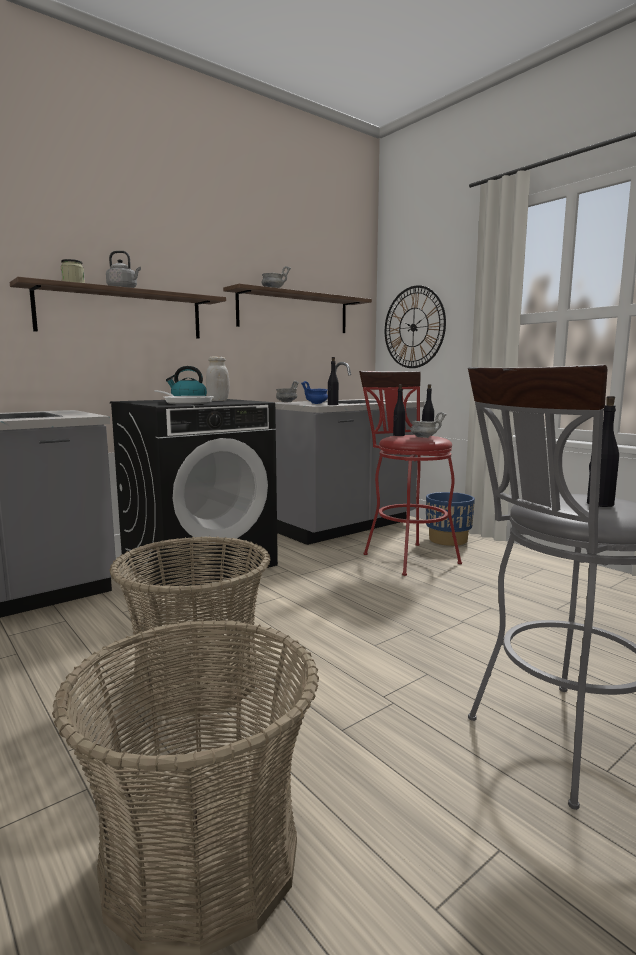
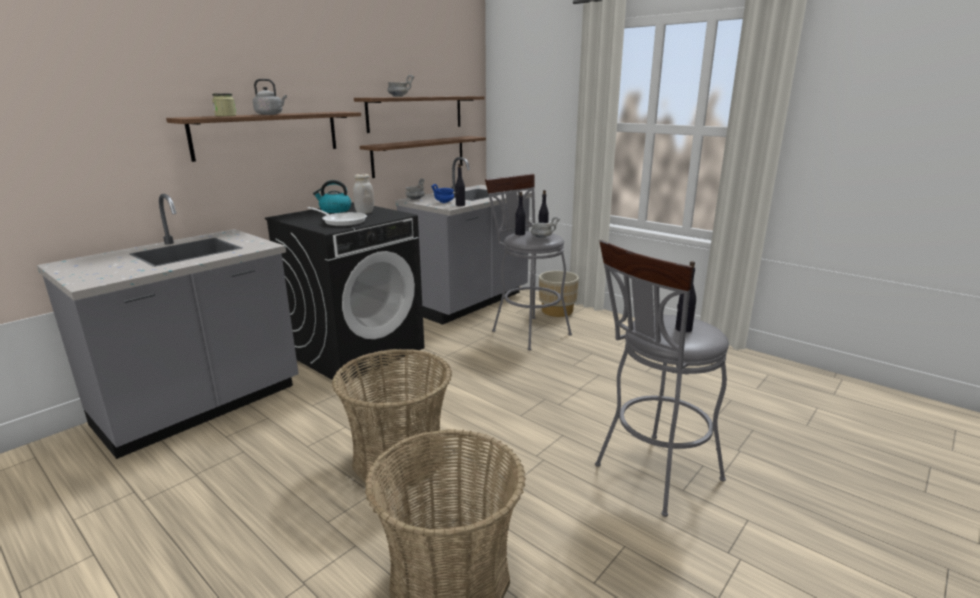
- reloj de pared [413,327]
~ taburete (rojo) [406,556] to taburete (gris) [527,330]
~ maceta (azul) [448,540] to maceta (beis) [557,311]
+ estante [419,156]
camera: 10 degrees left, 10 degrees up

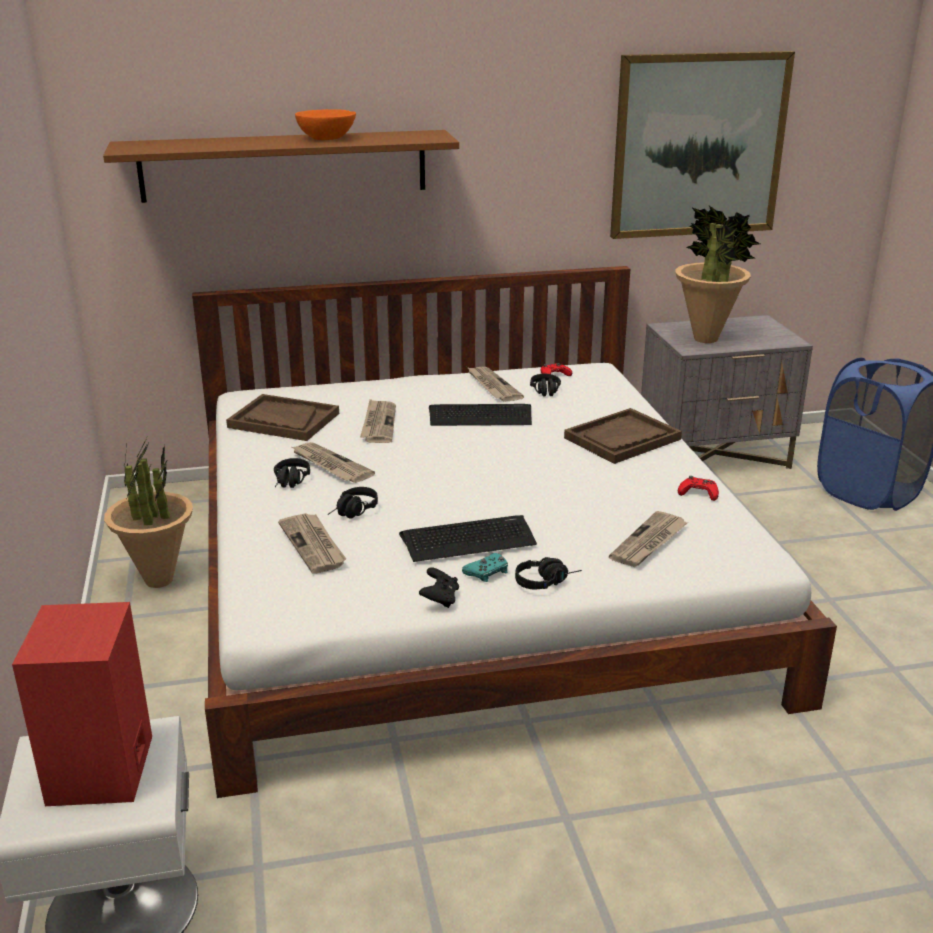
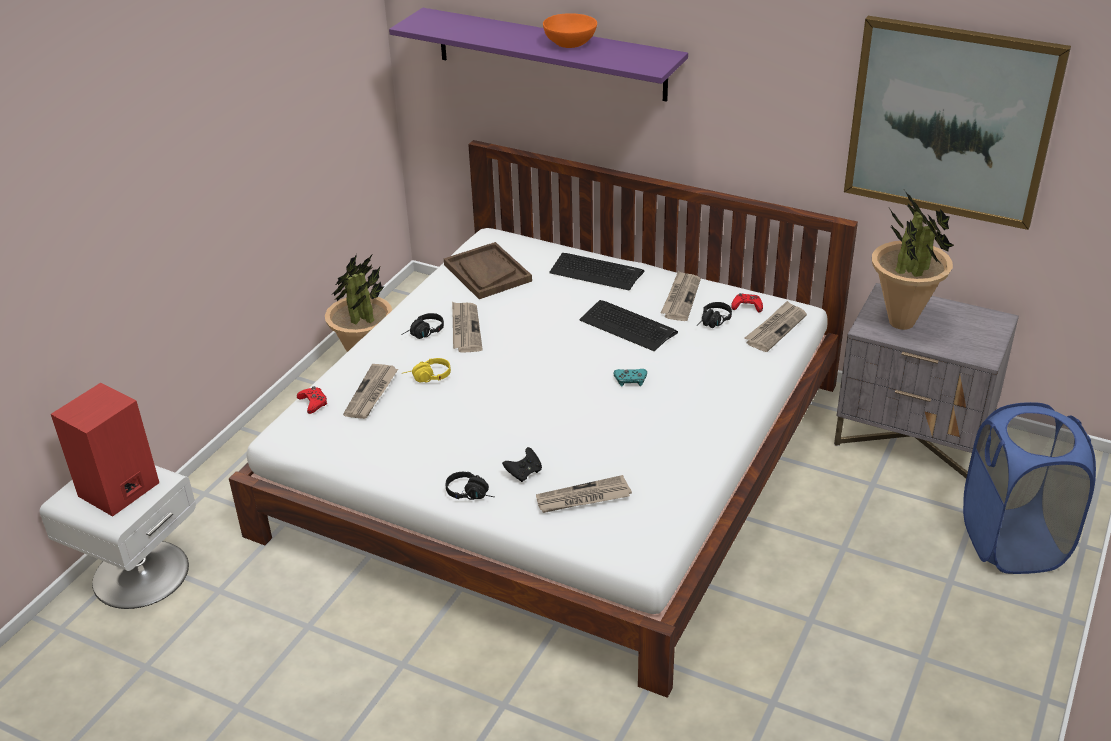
~ estante (marrón) [284,165] to estante (morado) [550,54]
~ periódico [378,424] to [775,328]
- bandeja (marrón) [622,439]
~ mando de consola (rojo) [698,493] to [313,403]
~ auriculares (negro) [353,512] to auriculares (amarillo) [427,378]
~ teclado [468,540] to [596,272]
~ mando de consola (turquesa) [487,572] to [630,380]
~ mando de consola (negro) [440,599] to [524,473]
camera: 40 degrees right, 10 degrees up

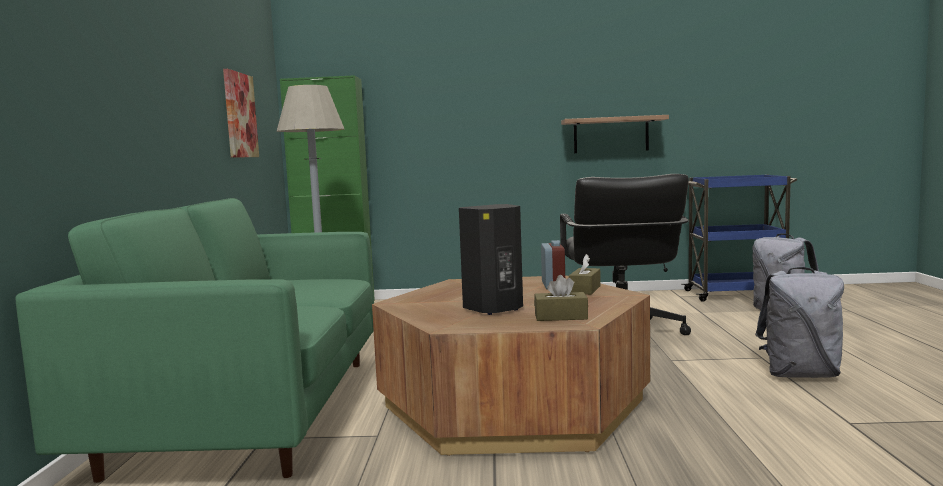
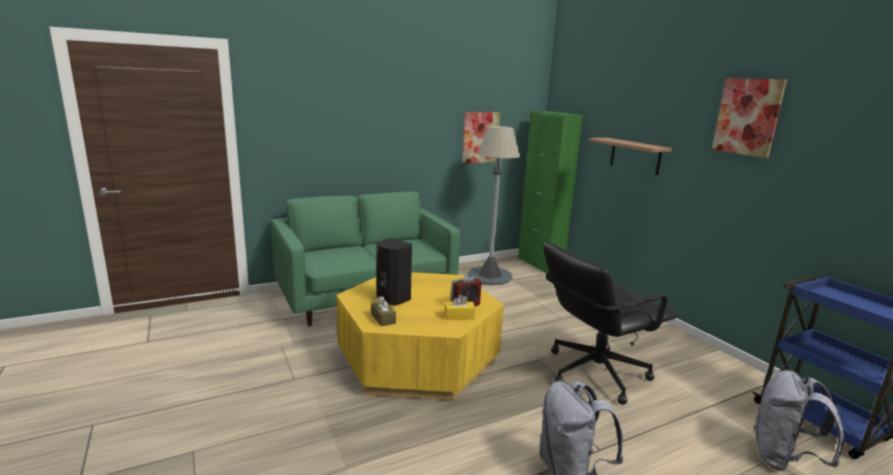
~ estante [611,135] to [635,156]
~ caja de pañuelos (marrón) [585,290] to caja de pañuelos (amarillo) [459,316]
~ mesa de centro (marrón) [513,404] to mesa de centro (amarillo) [418,358]
+ cuadro [748,117]
camera: 60 degrees right, 10 degrees up

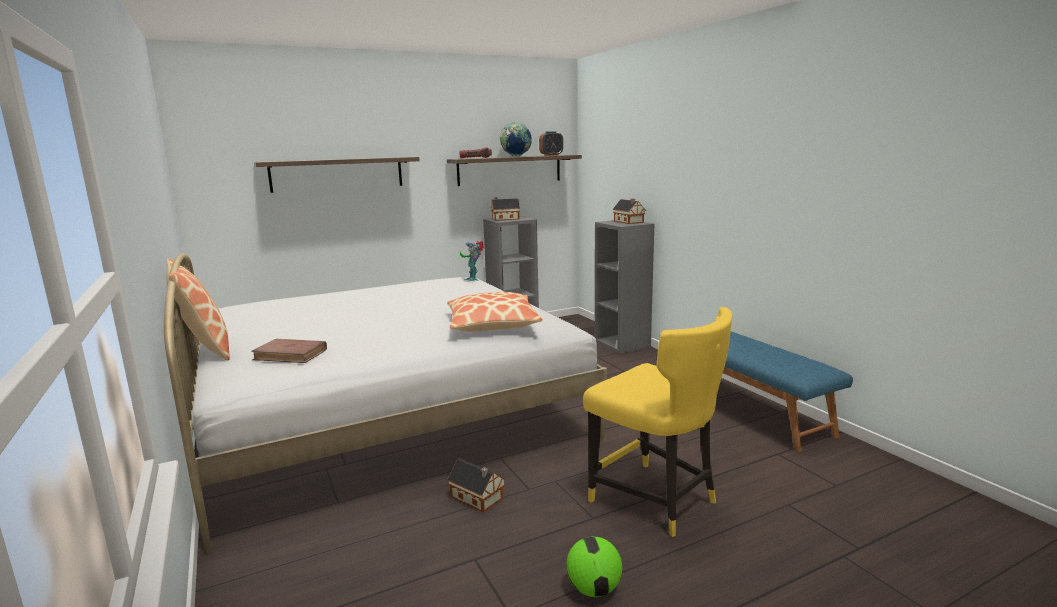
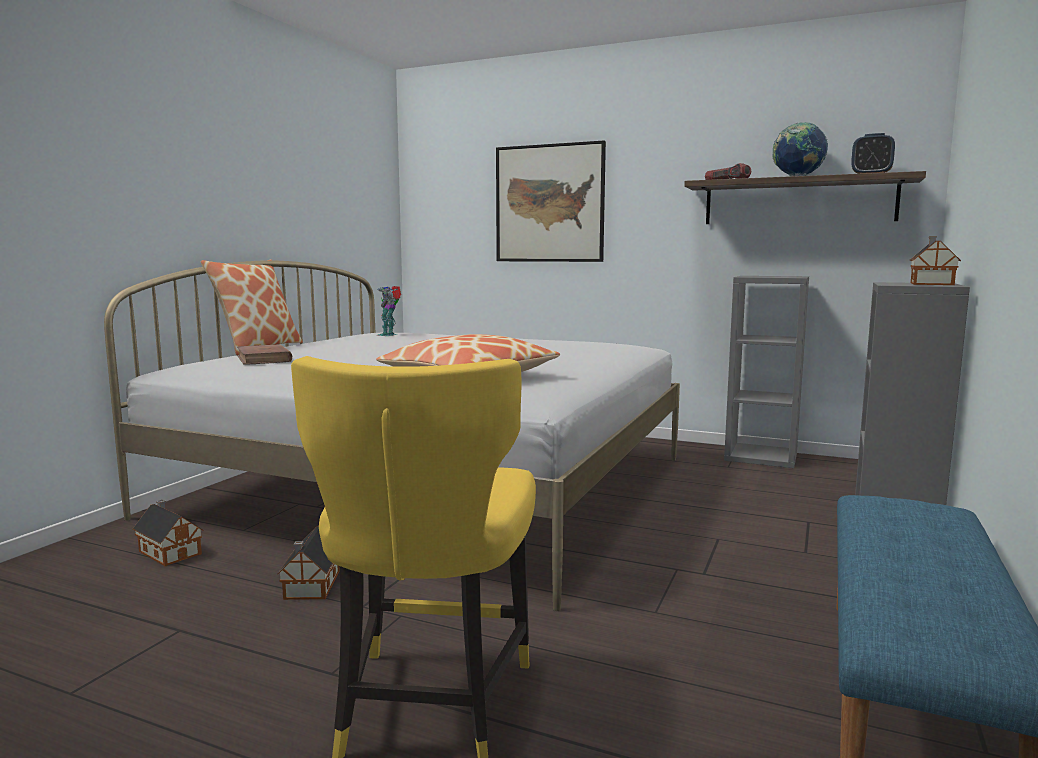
~ estante [337,174] to cuadro [549,203]
~ casita [504,219] to [169,552]
~ robot de juguete [473,279] to [389,335]
- balón de fútbol [594,589]
camera: 50 degrees right, 5 degrees down

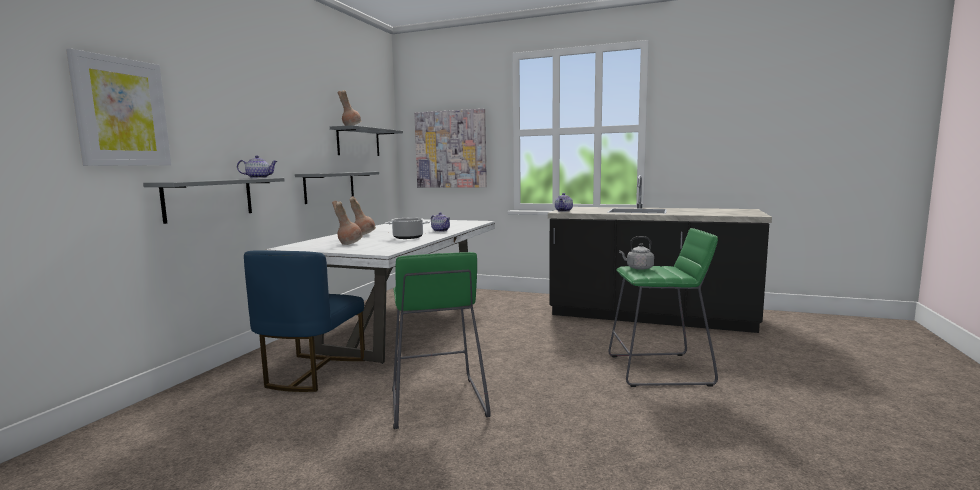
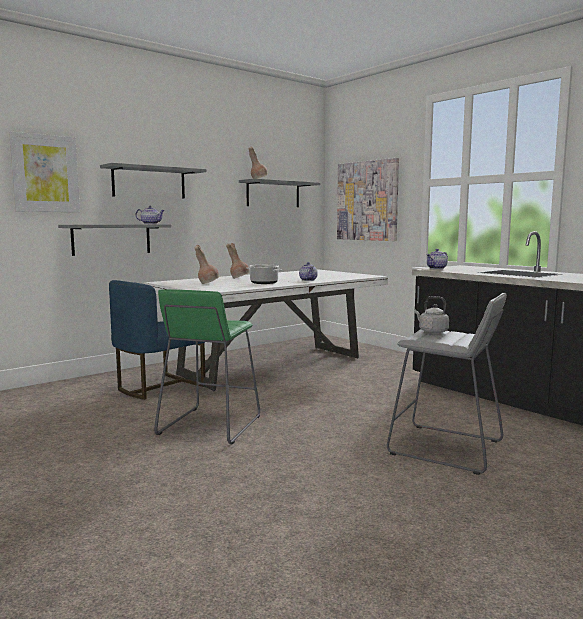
~ estante (gris) [329,187] to [149,182]
~ taburete (verde) [659,370] to taburete (gris) [446,448]
camera: 30 degrees right, 0 degrees up

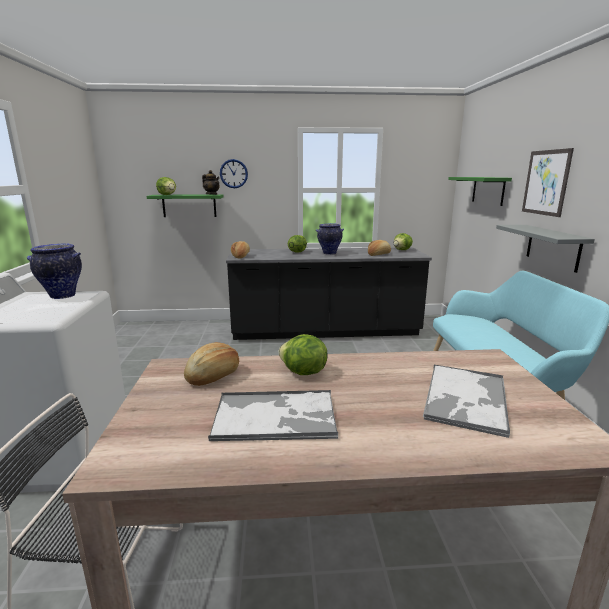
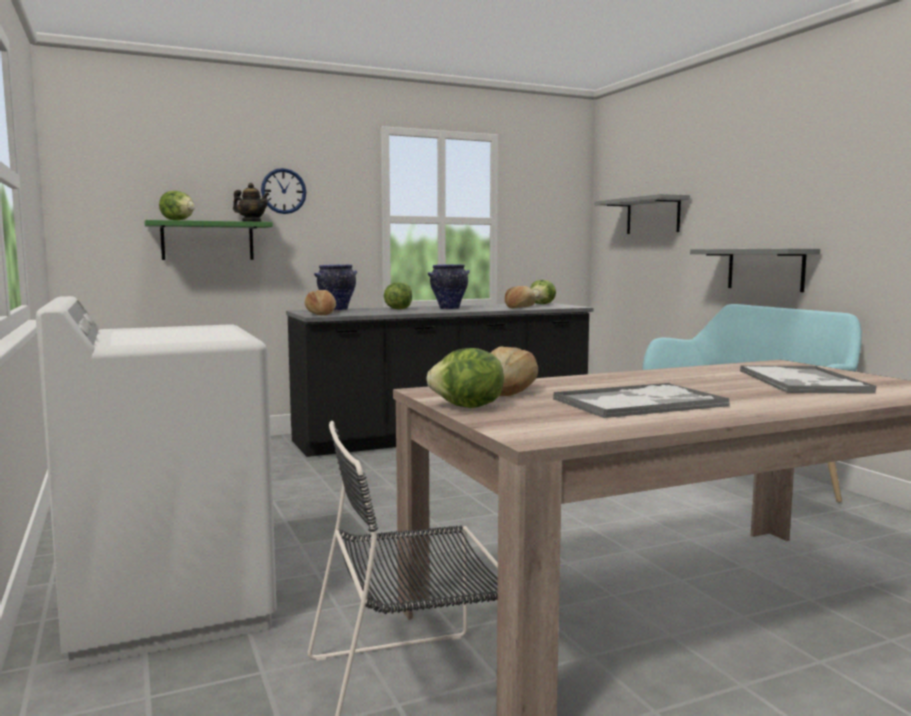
- cuadro [546,182]
~ estante (verde) [488,190] to estante (gris) [653,216]
~ florero [62,296] to [336,310]
~ lechuga [303,372] to [467,407]
camera: 20 degrees left, 10 degrees down

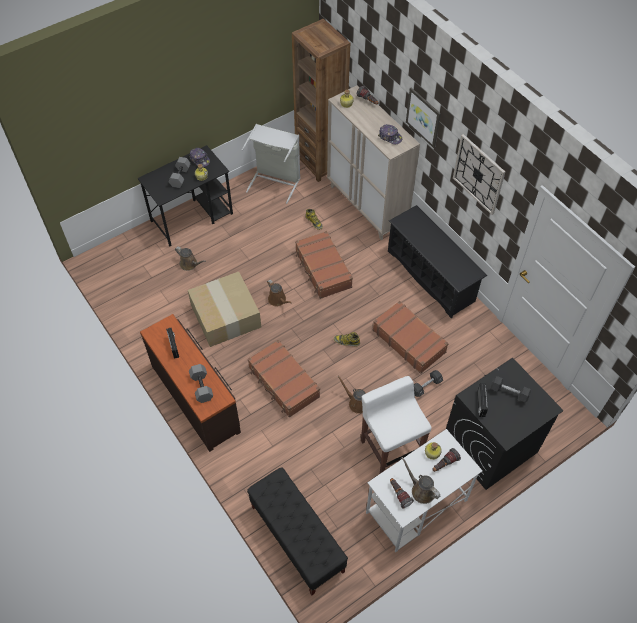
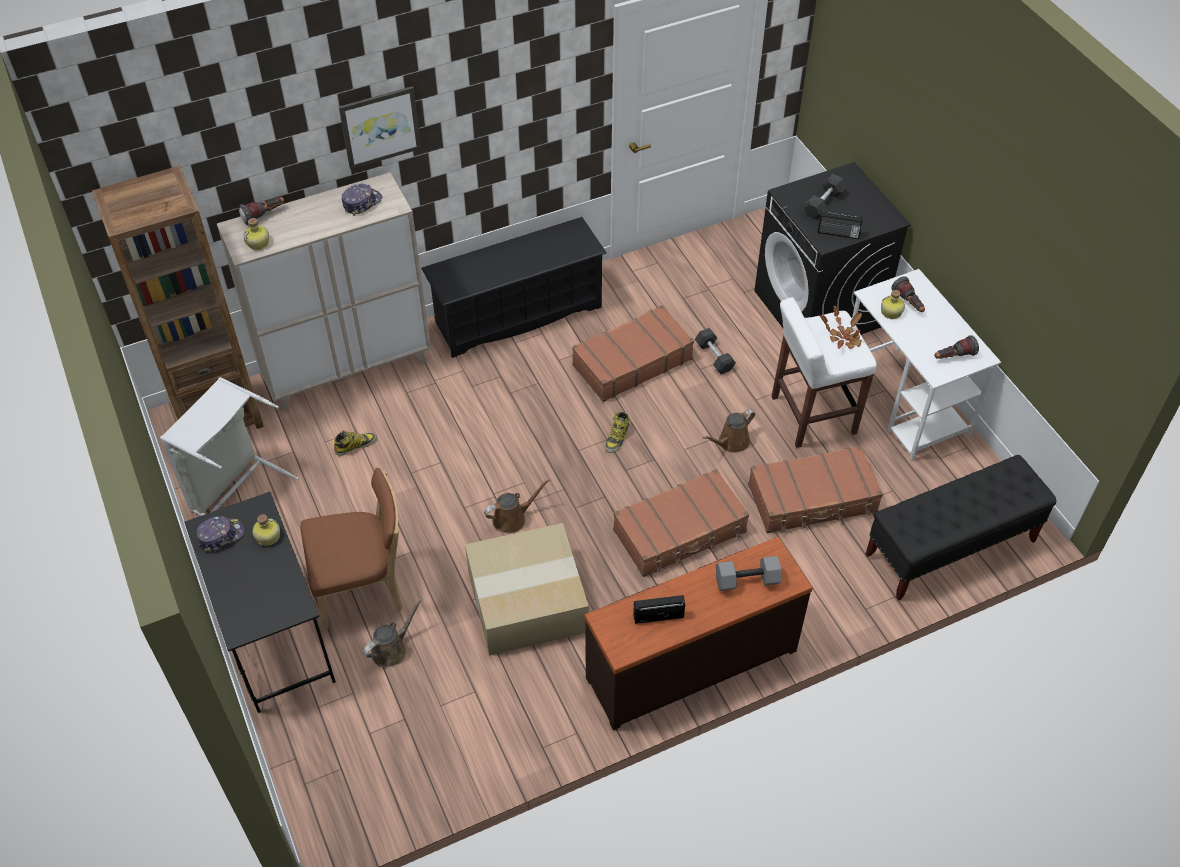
- reloj de pared [478,174]
- mancuerna (gris) [180,177]
~ maleta (marrón) [323,269] to [813,499]
- regadera (marrón) [421,490]
+ planta en maceta [843,337]
+ silla (marrón) [363,588]
camera: 80 degrees left, 5 degrees down

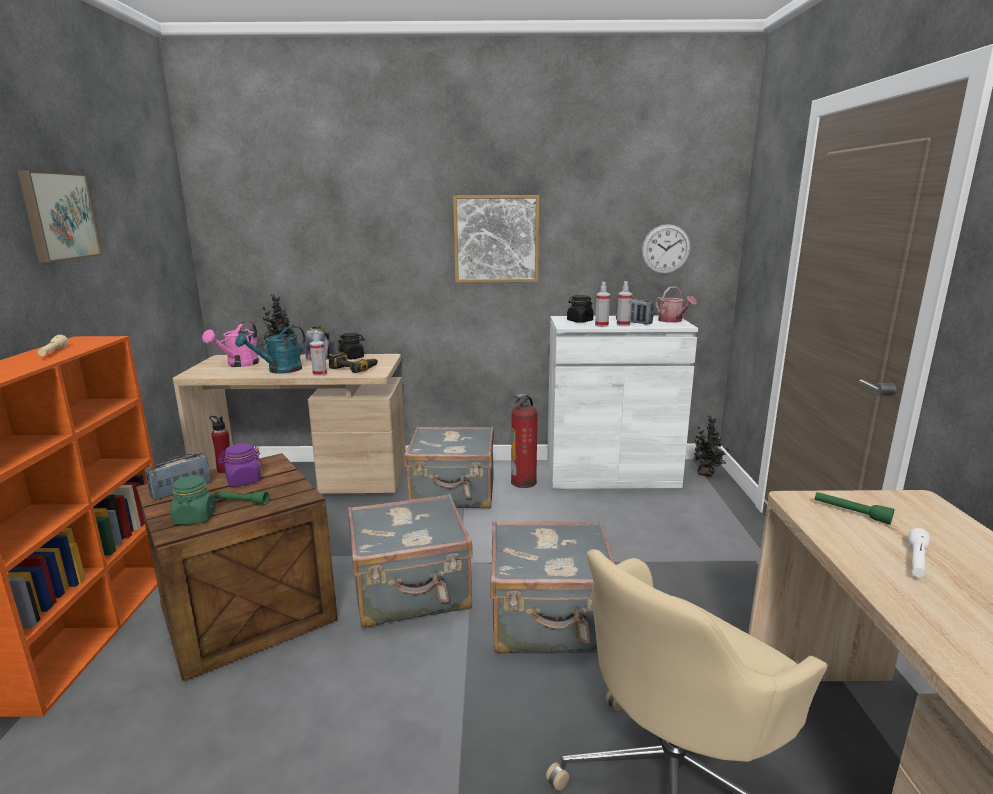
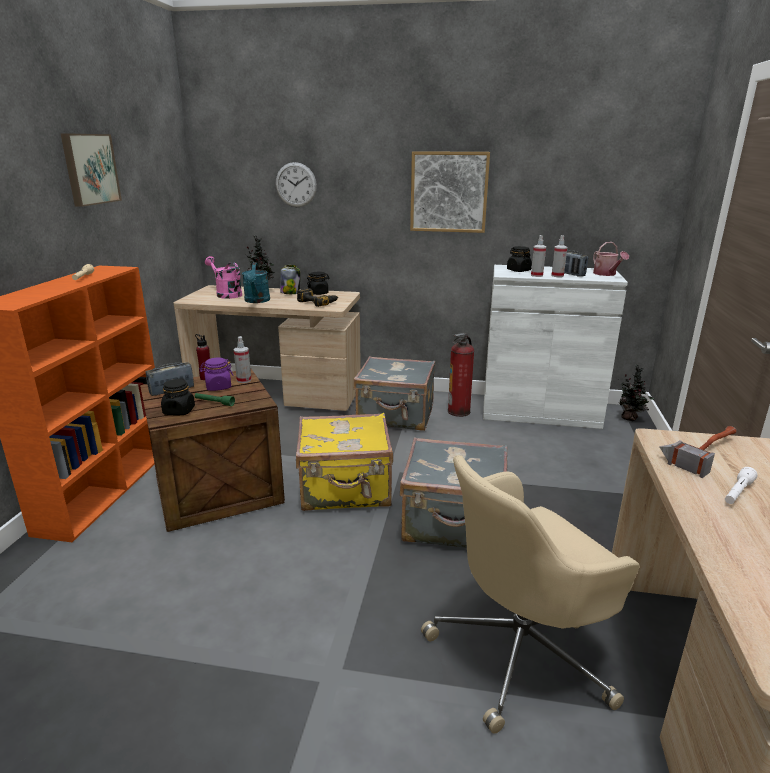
~ reloj de pared [665,249] to [296,185]
~ regadera (rosa) [239,364] = [226,294] 105 degrees clockwise
~ regadera (turquesa) [279,370] = [257,301] 60 degrees counterclockwise
~ pulverizador [320,374] to [244,380]
~ tarro (verde) [195,518] to tarro (negro) [179,411]
~ linterna (verde) [851,513] to martillo [701,451]
~ maleta (gris) [412,592] to maleta (amarillo) [346,489]
camera: 10 degrees right, 5 degrees up

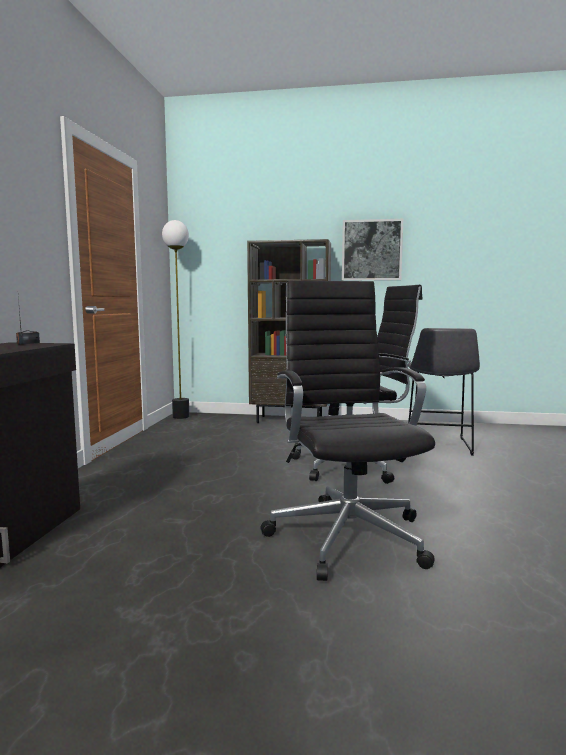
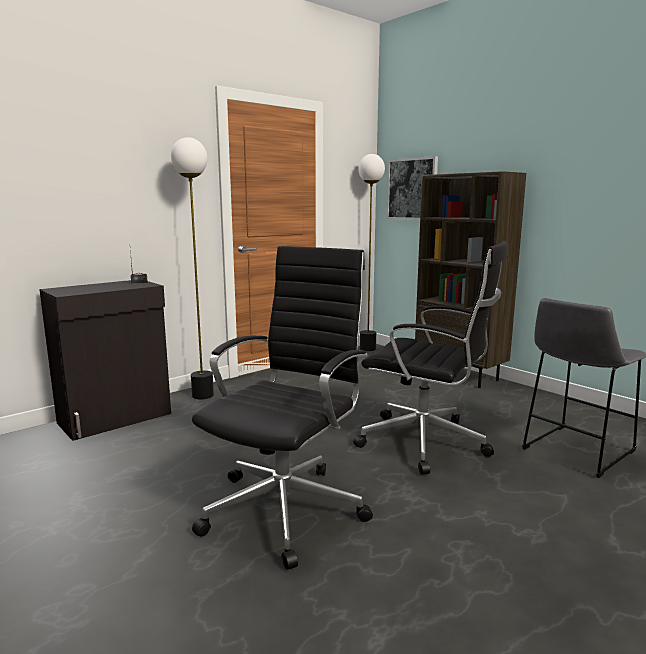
~ cuadro [371,250] to [412,189]
+ lámpara de pie [203,395]
camera: 40 degrees right, 5 degrees up

